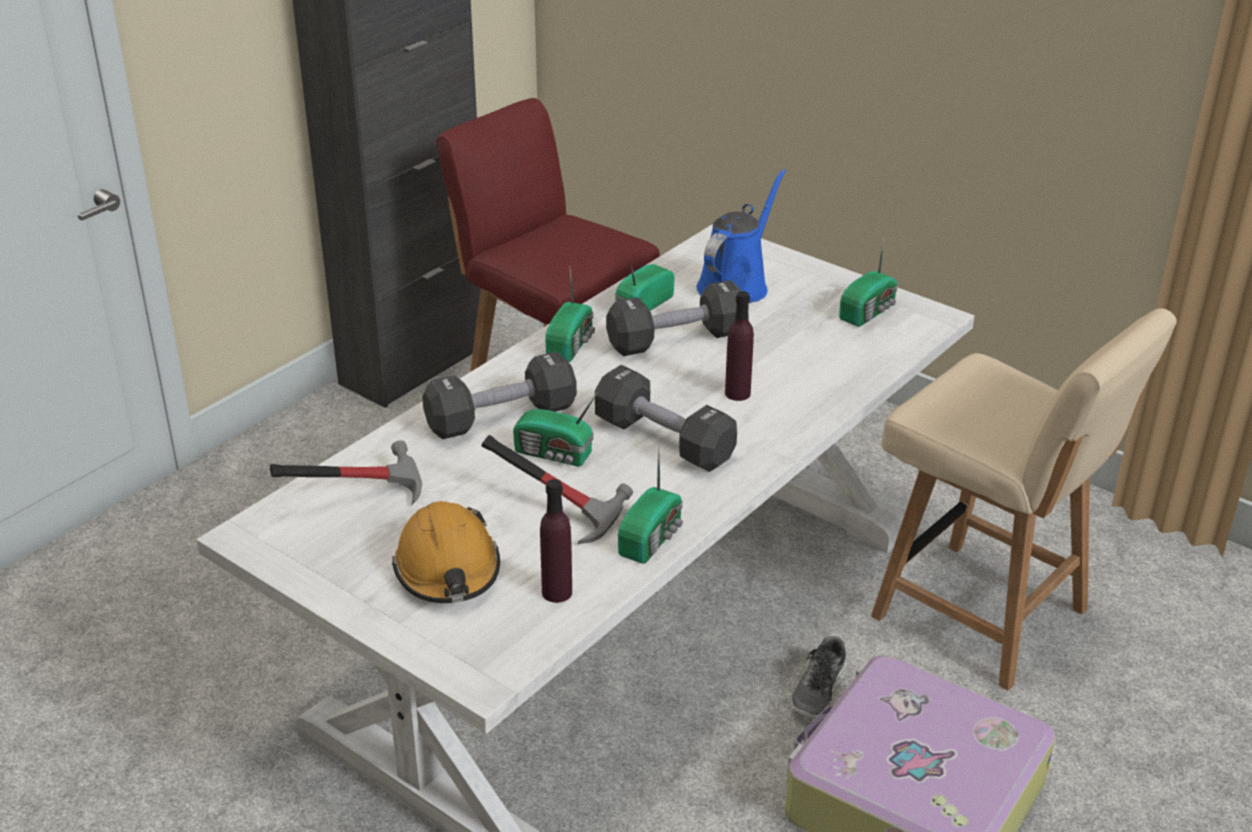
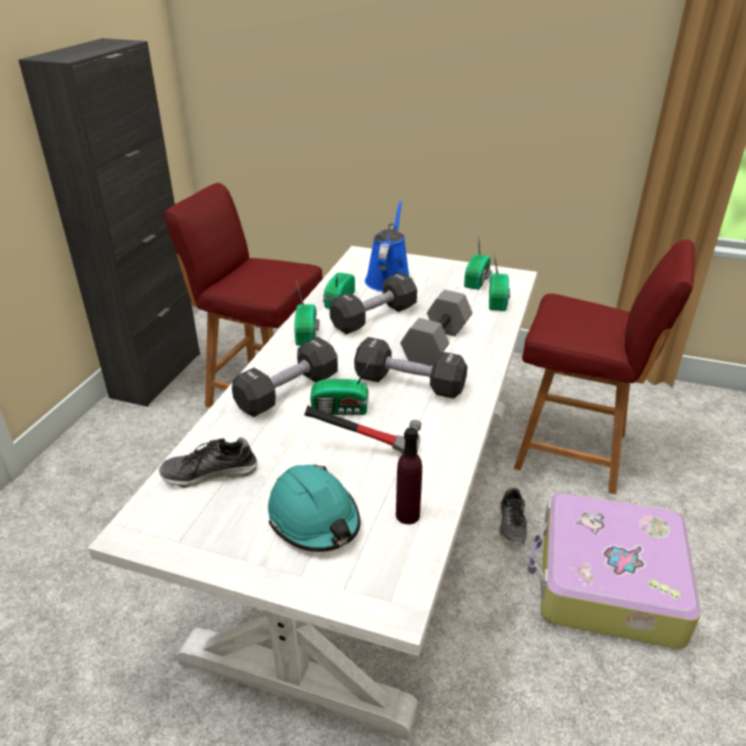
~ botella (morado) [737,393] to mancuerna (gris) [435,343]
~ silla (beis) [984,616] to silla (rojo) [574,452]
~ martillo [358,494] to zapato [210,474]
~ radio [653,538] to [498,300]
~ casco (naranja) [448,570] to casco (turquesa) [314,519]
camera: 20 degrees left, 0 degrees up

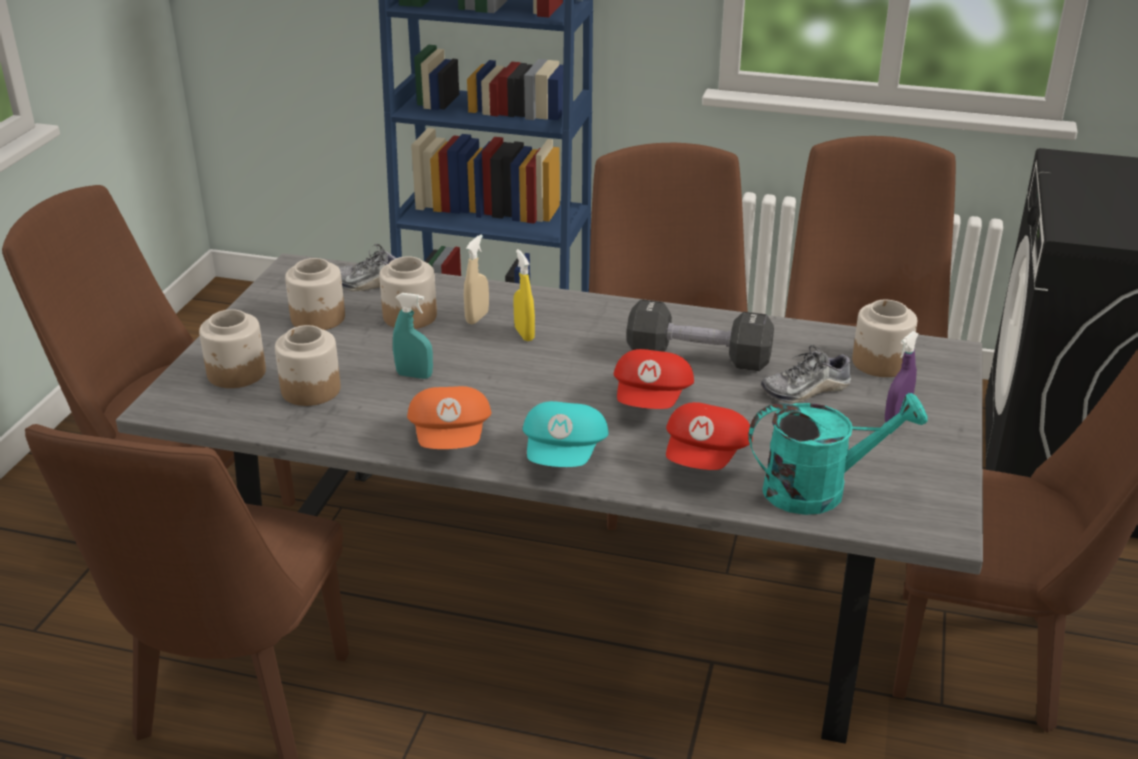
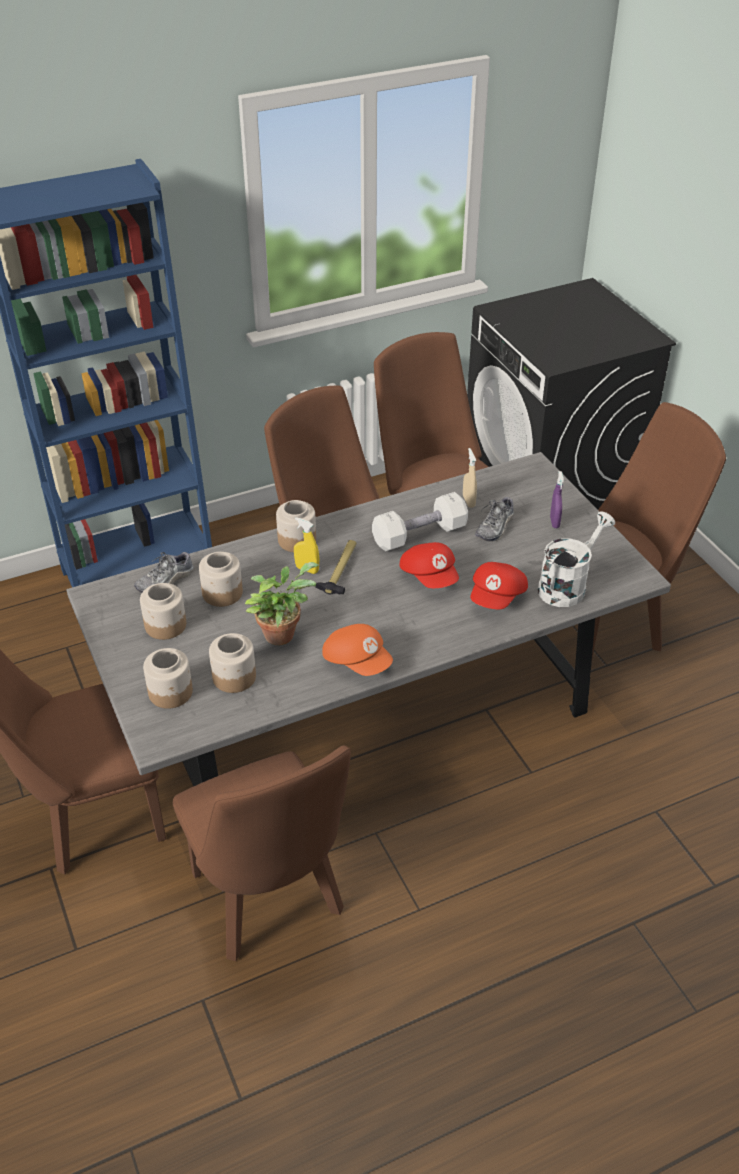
~ pulverizador (beis) [477,317] to [468,501]
~ pulverizador (turquesa) [414,375] to planta en maceta [281,632]
~ mancuerna (negro) [698,357] to mancuerna (blanco) [419,535]
~ tarro [880,362] to [296,540]
~ regadera (turquesa) [819,489] to regadera (blanco) [567,585]
- gorra (turquesa) [565,455]
~ gorra (rojo) [706,458] = [497,597] 45 degrees clockwise
+ martillo [340,570]
camera: 40 degrees left, 10 degrees up

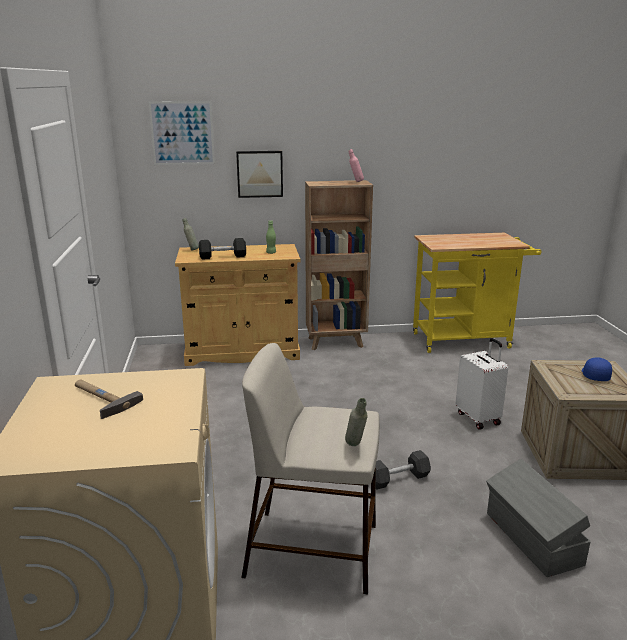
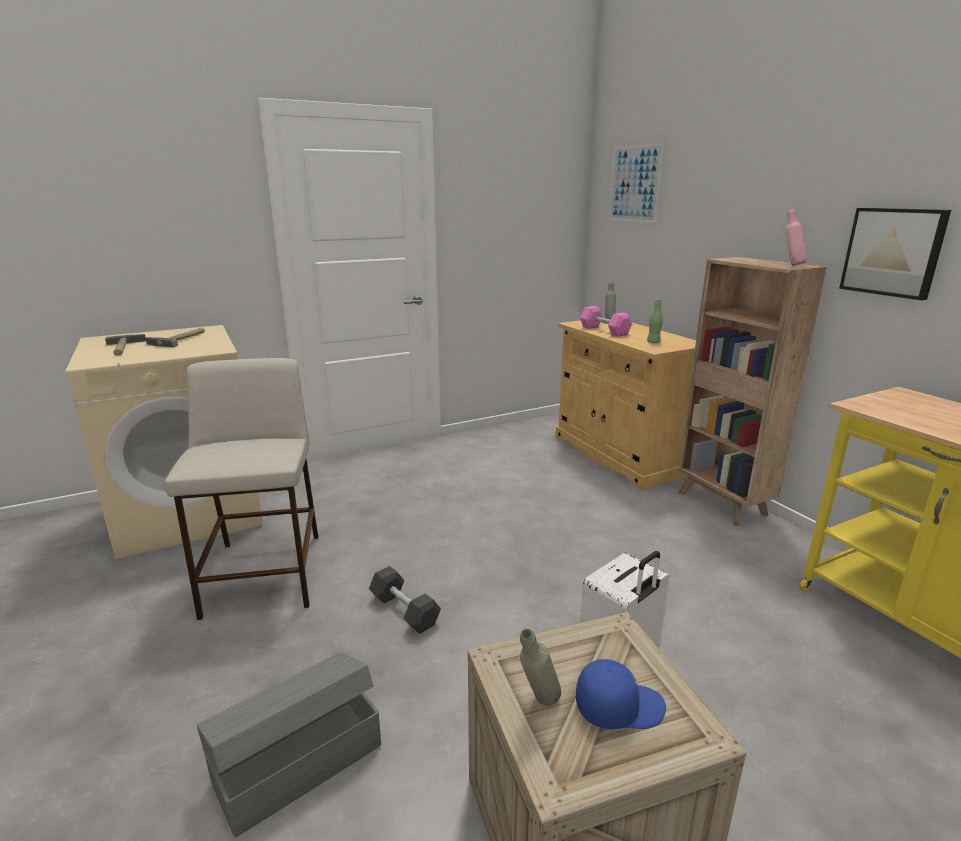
~ cuadro [259,174] to [893,252]
~ mancuerna (negro) [223,257] to mancuerna (rosa) [604,331]
~ botella (gris) [355,447] to [538,705]
+ martillo [124,348]
camera: 70 degrees right, 0 degrees up

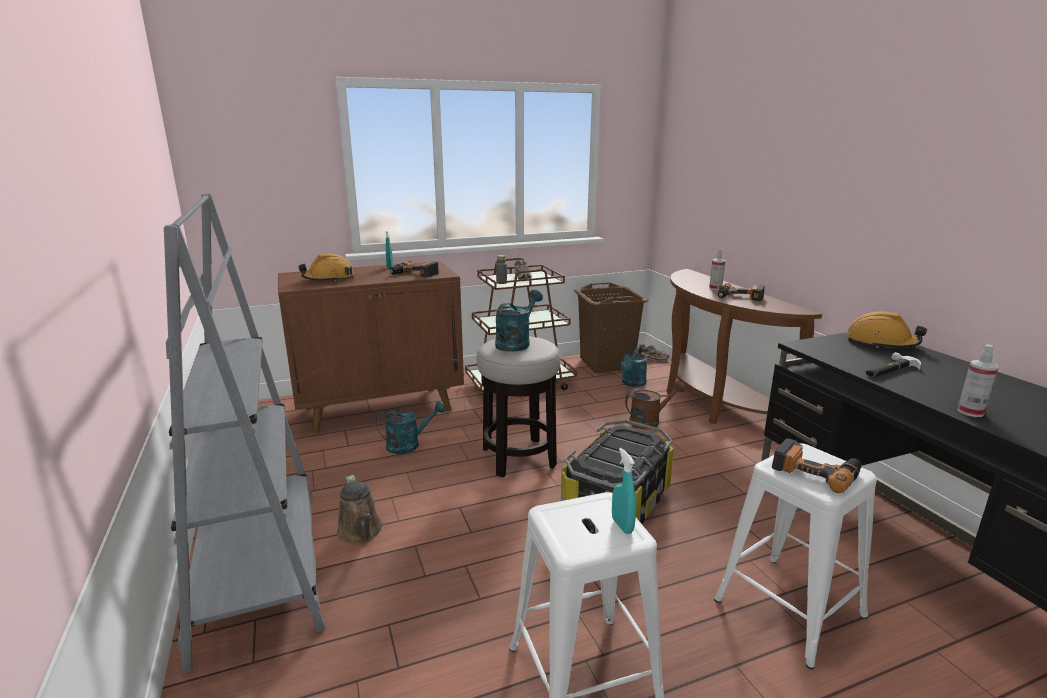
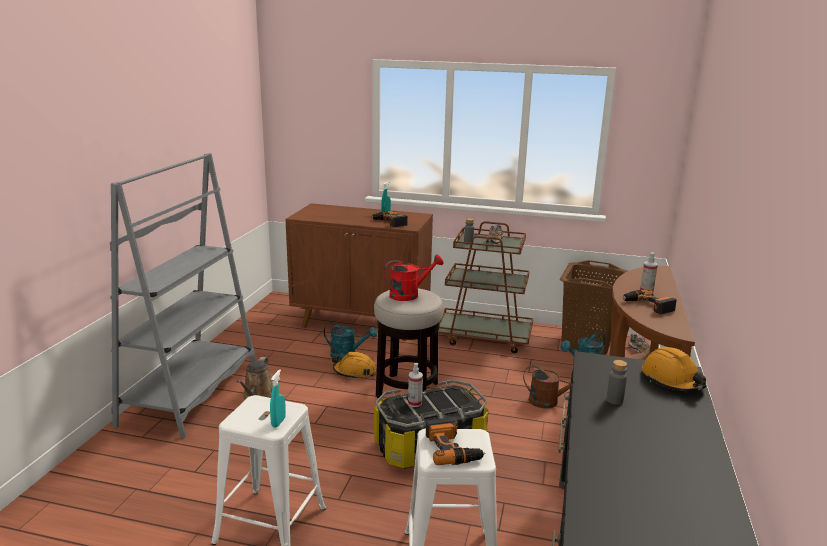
~ casco (naranja) [329,279] to [354,372]
~ regadera (turquesa) [516,343] to regadera (rojo) [409,294]
~ pulverizador [970,412] to [415,403]
~ martillo [889,370] to botella (gris) [614,400]
camera: 35 degrees right, 0 degrees up

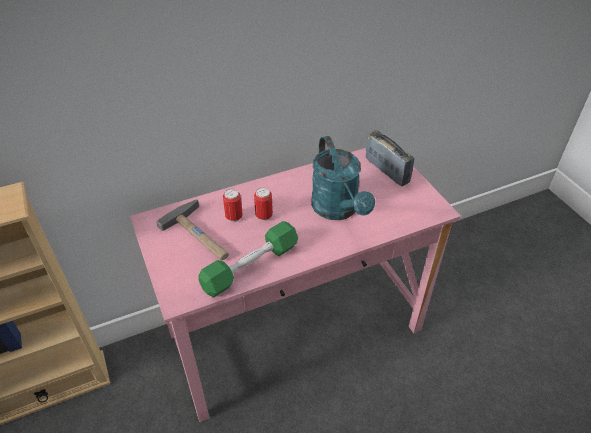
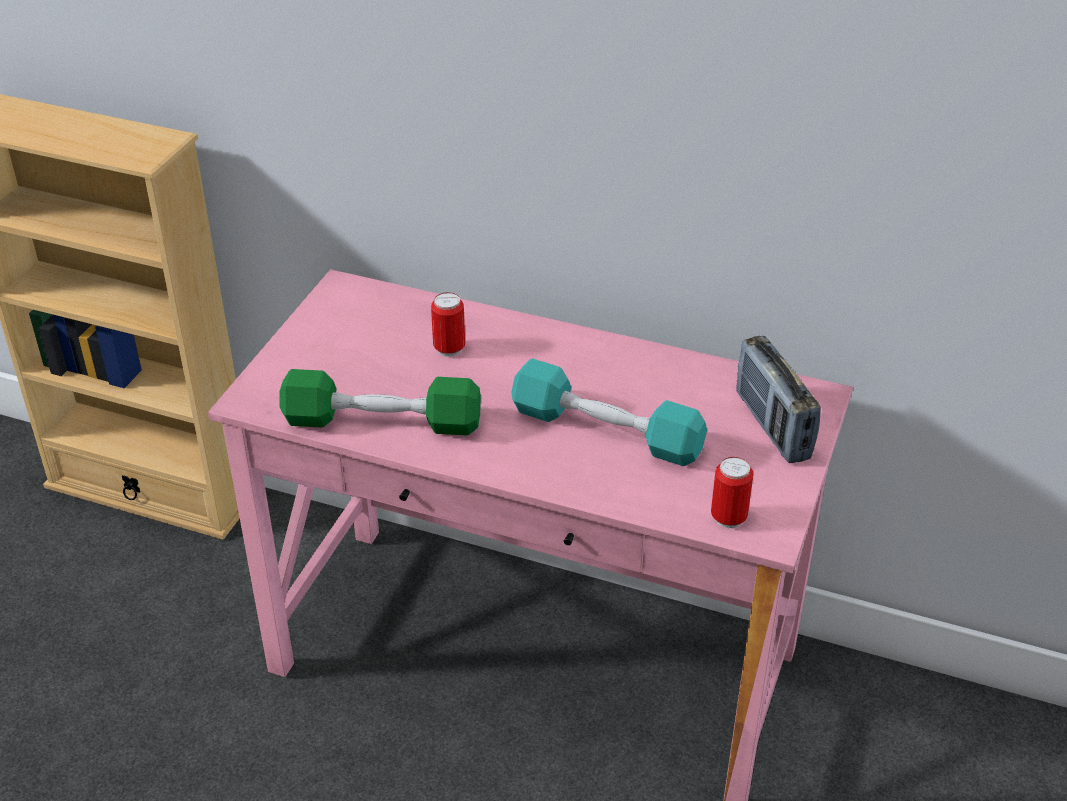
~ radio [387,171] = [772,426] 150 degrees clockwise
~ regadera (turquesa) [338,210] to mancuerna (turquesa) [606,431]
~ lata [264,216] to [728,518]
- martillo [201,235]
camera: 45 degrees right, 5 degrees down

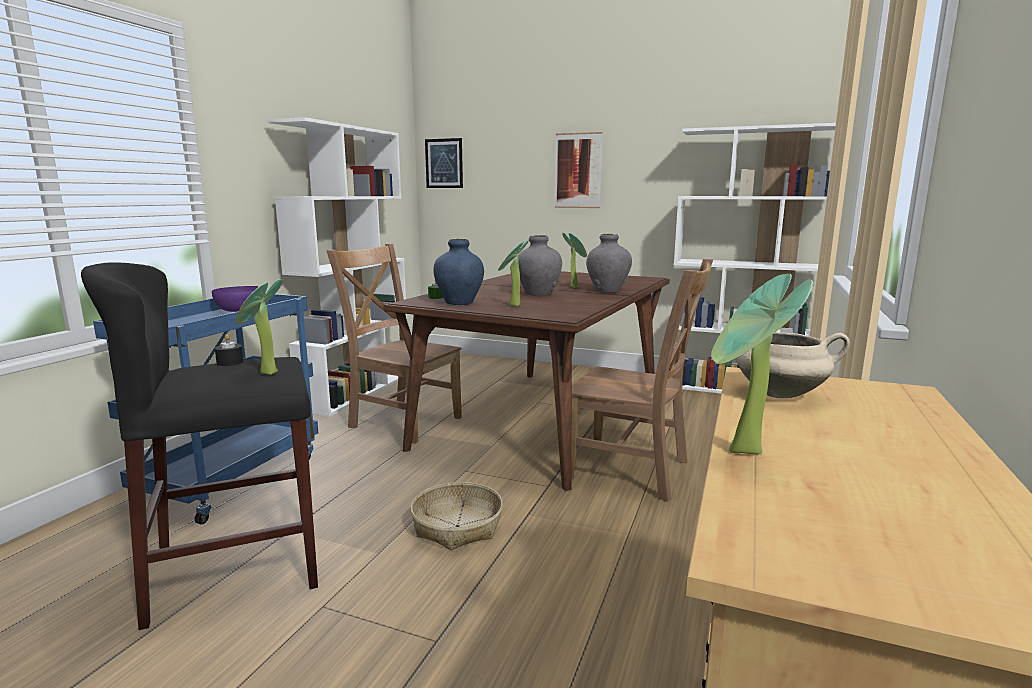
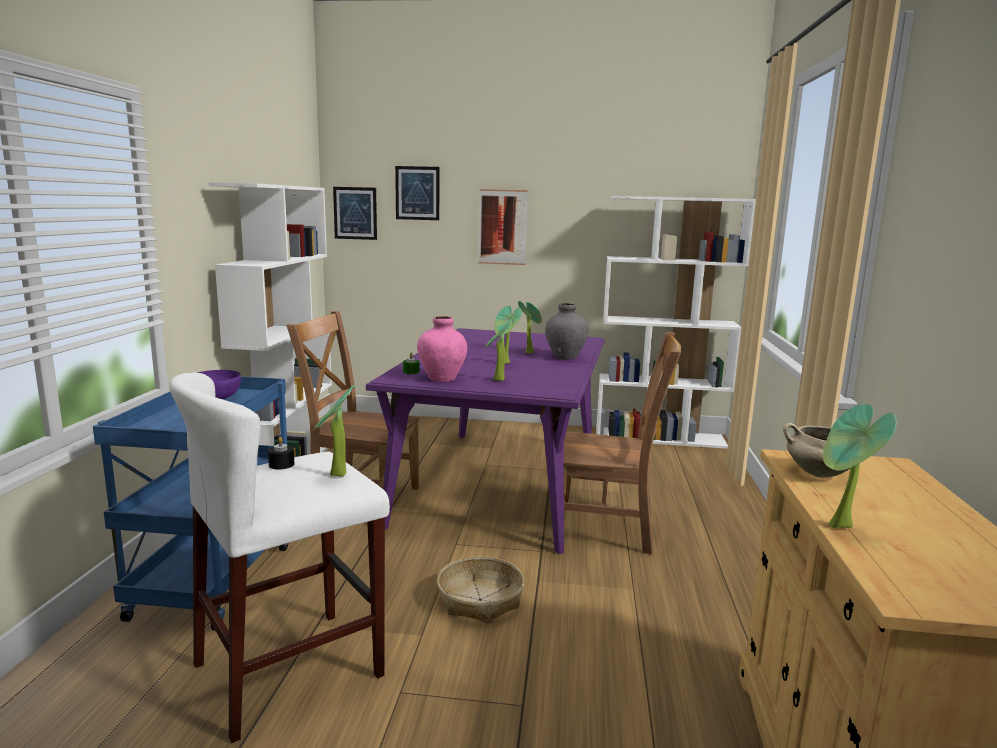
~ florero (gris) [538,294] to planta en maceta [505,363]
~ florero (azul) [459,303] to florero (rosa) [442,379]
~ taburete (negro) [237,569] to taburete (blanco) [289,670]
~ mesa de comedor (marrón) [544,420] to mesa de comedor (morado) [501,484]
+ cuadro [417,193]
camera: 15 degrees left, 0 degrees up

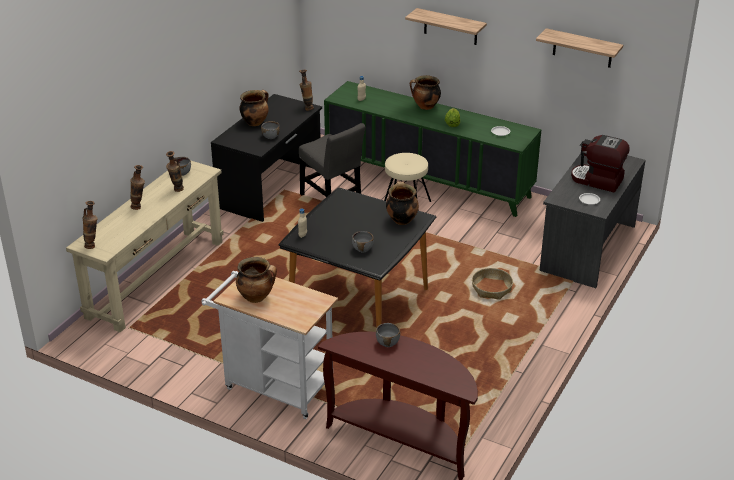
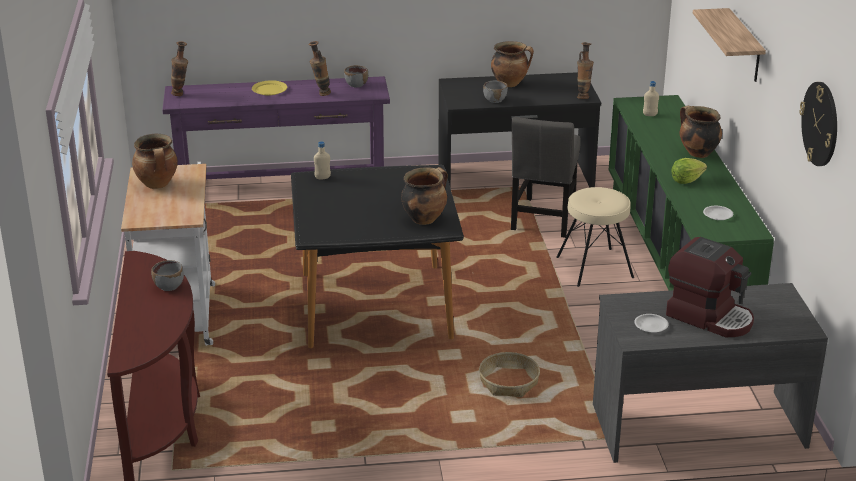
~ estante [582,48] to reloj de pared [820,124]
~ cafetera [597,180] = [710,317] 135 degrees clockwise
~ mesa consola (beis) [156,278] to mesa consola (morado) [282,186]
~ florero [139,207] to plato (amarillo) [269,89]
- cuenco (gris) [362,248]
camera: 55 degrees right, 5 degrees down

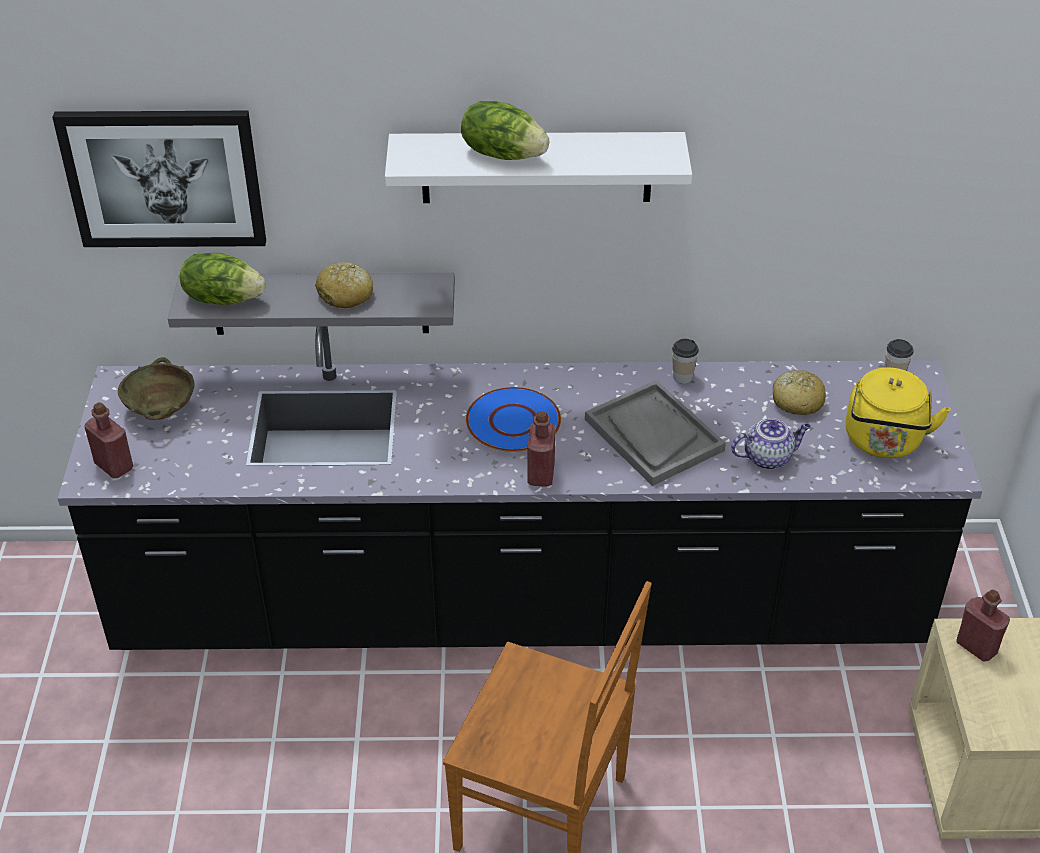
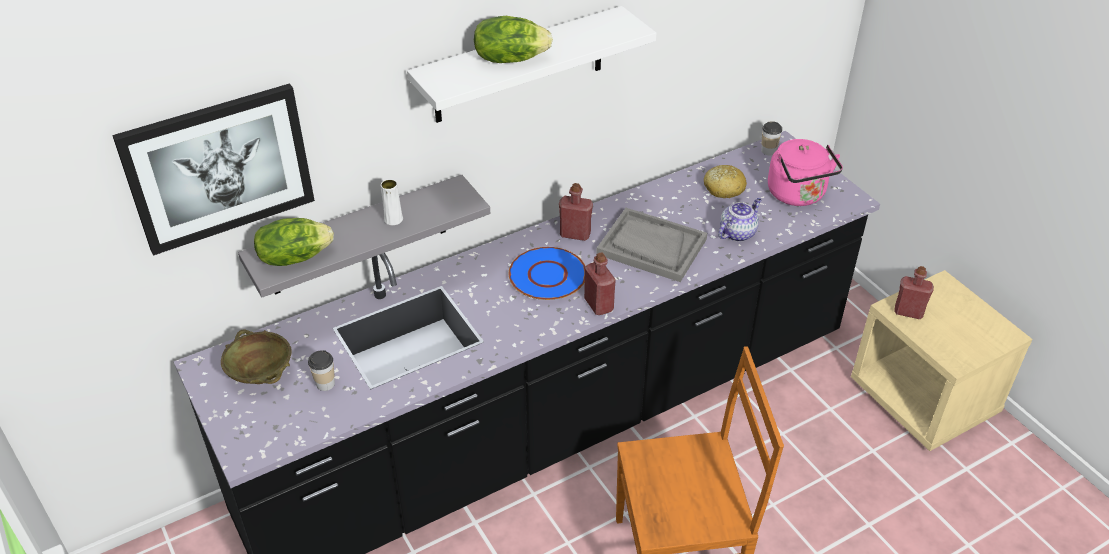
~ pan [345,295] to florero (blanco) [393,219]
~ taza [682,377] to [325,384]
~ hervidor (amarillo) [883,442] to hervidor (rosa) [798,195]
~ botella (rojo) [114,466] to [575,234]
camera: 30 degrees left, 0 degrees up

